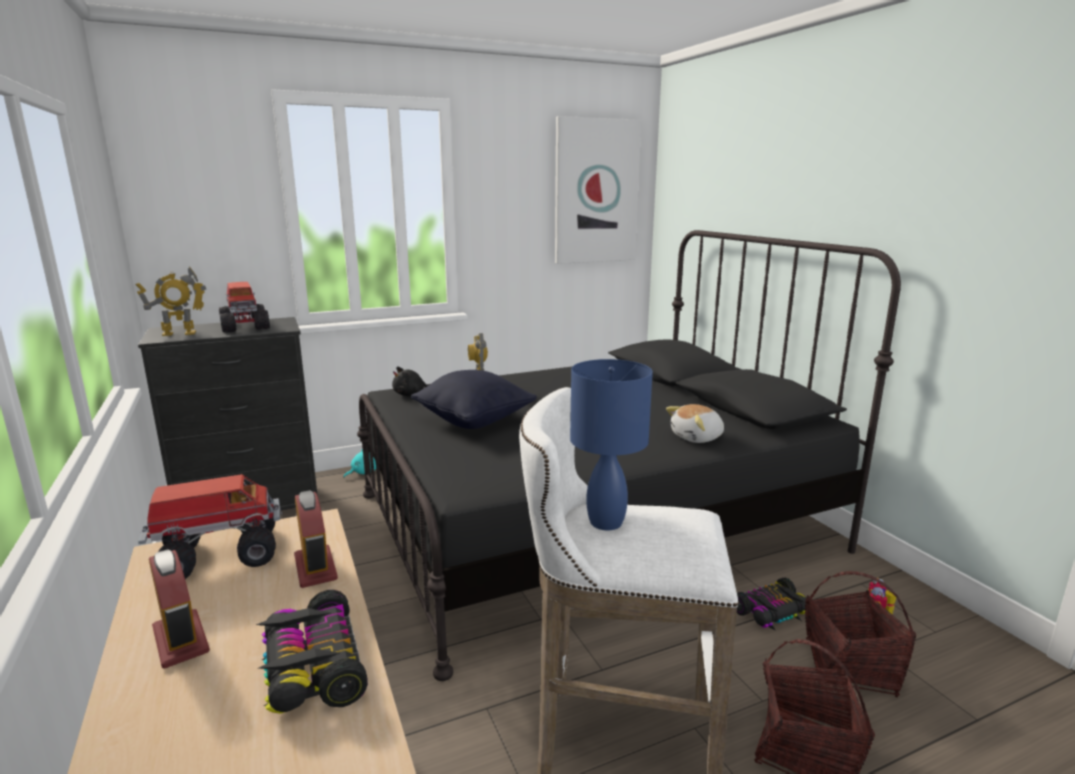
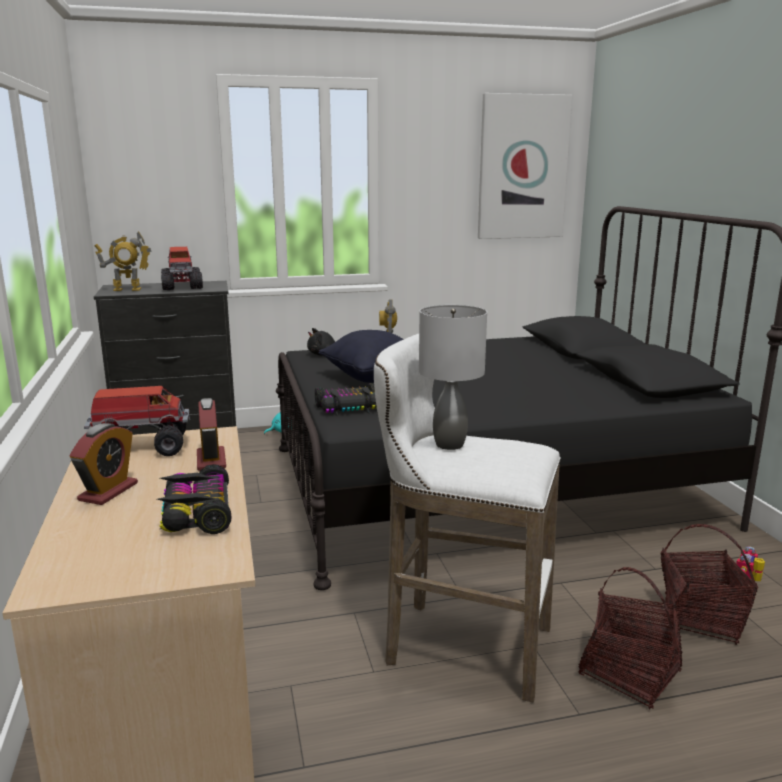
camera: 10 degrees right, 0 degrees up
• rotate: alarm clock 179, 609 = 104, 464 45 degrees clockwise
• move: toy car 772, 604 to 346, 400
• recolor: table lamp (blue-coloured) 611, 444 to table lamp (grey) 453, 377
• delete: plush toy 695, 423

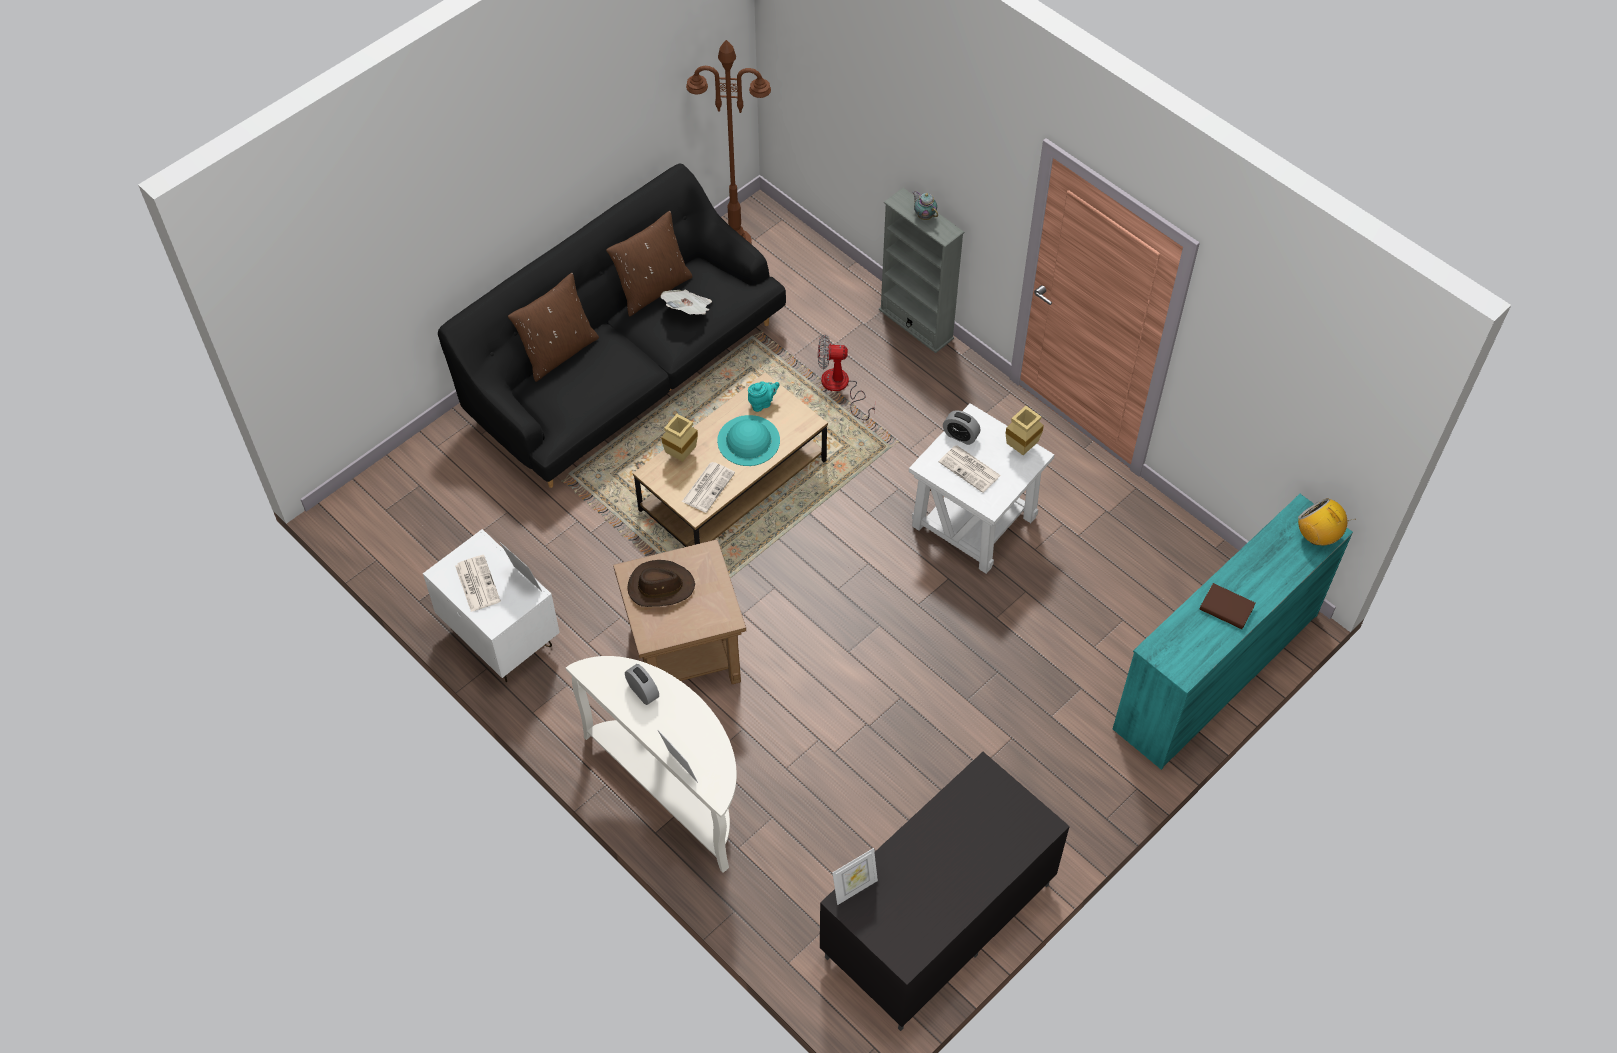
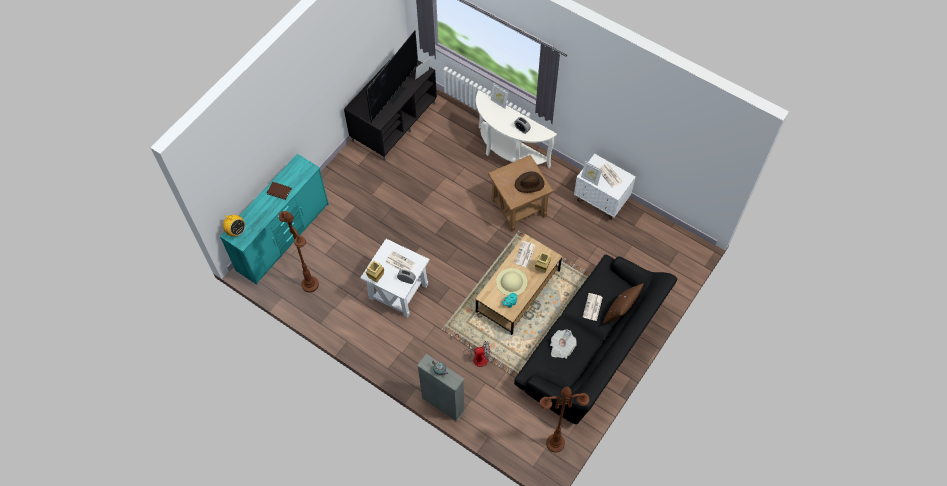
camera: 170 degrees right, 5 degrees up
• insert: standing lamp (brown) 299, 251
• insert: television 392, 76
• recolor: wearable hat (blue-green) 748, 440 to wearable hat (beige-coloured) 511, 281
• insert: newspaper 593, 307
• delete: cushion (brown) 649, 263

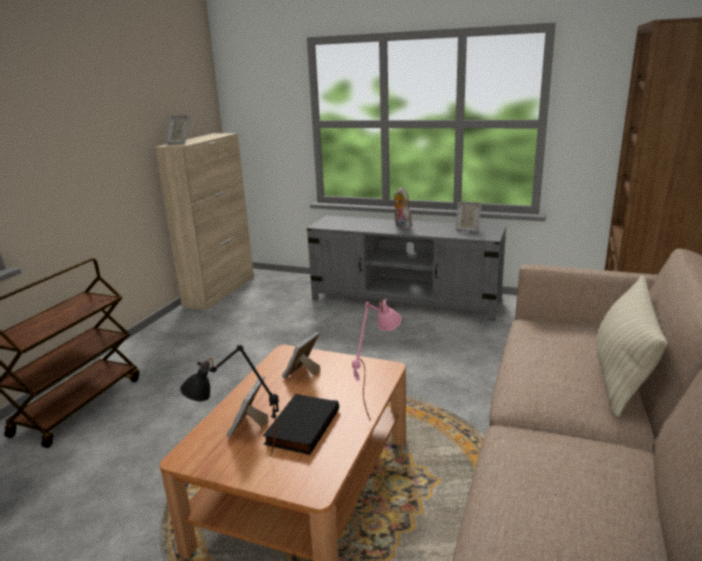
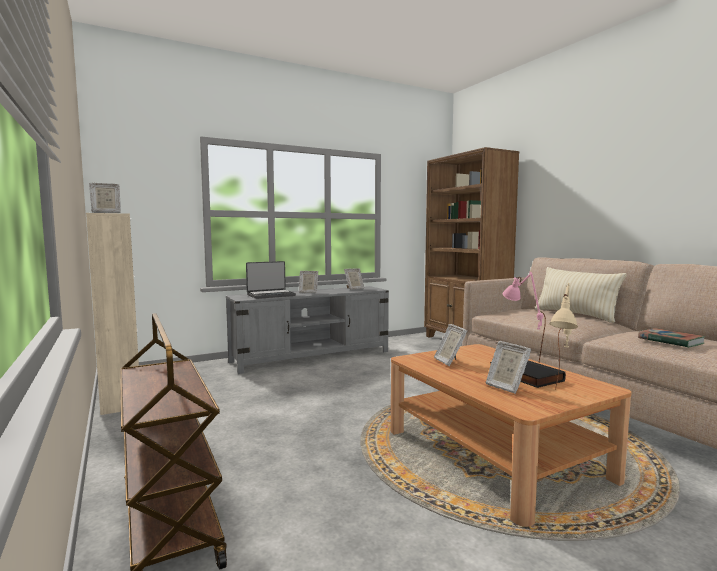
camera: 50 degrees left, 15 degrees down
• insert: portable computer 271, 280
• replace: plush toy 402, 208 to picture frame 308, 282
• recolor: table lamp (black) 229, 401 to table lamp (beige-coloured) 563, 336
• insert: bound book 672, 338

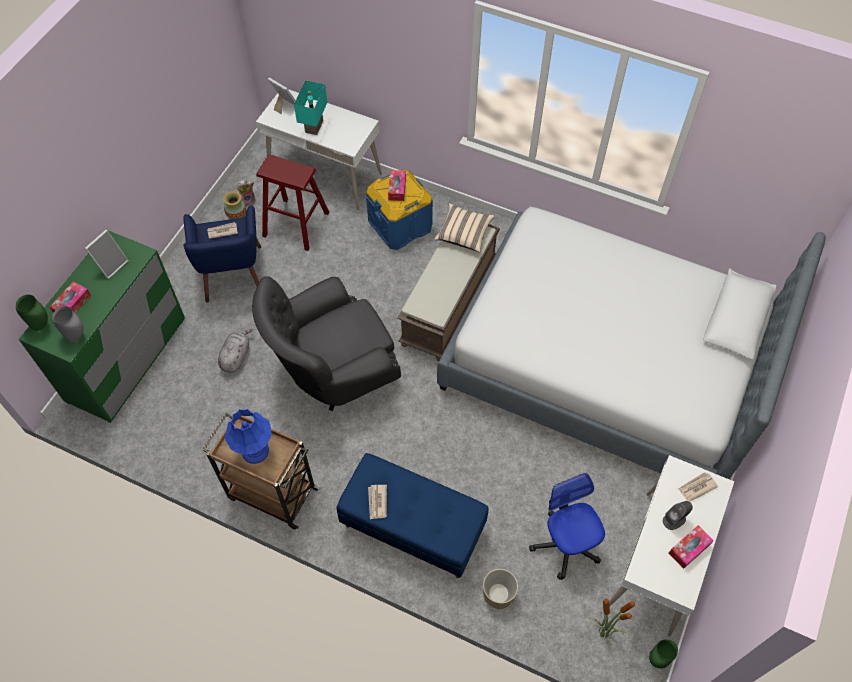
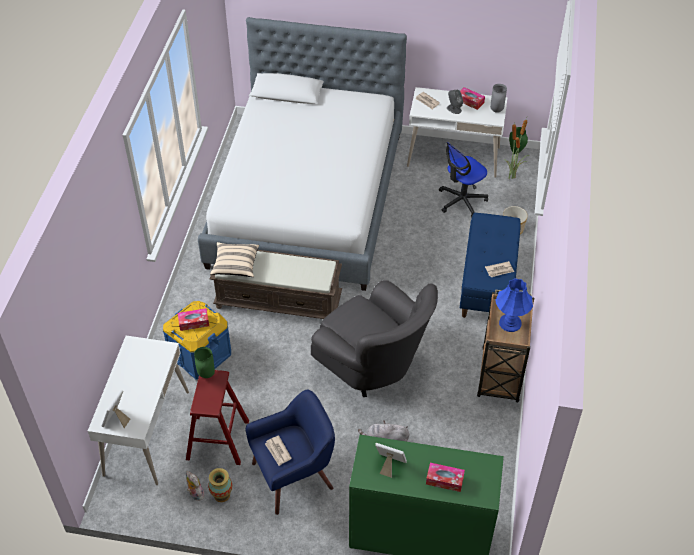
camera: 105 degrees left, 10 degrees down
• move: decorative vase (green-coloured) 32, 313 to 204, 362
• move: decorative vase (grey) 68, 324 to 498, 98
• delete: table lamp (blue-green) 310, 108

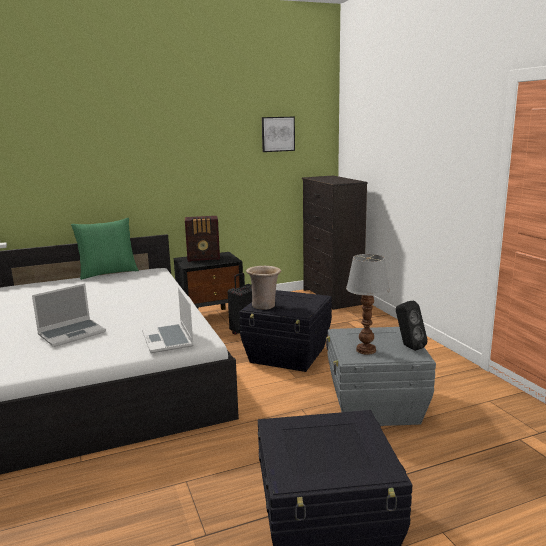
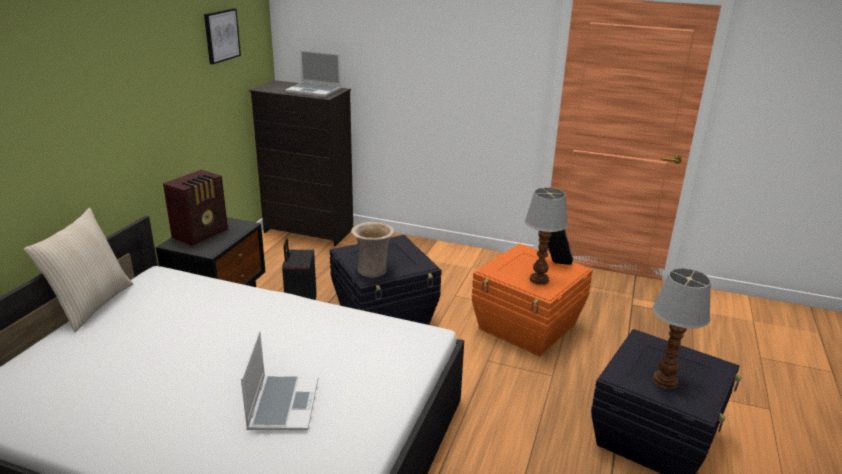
camera: 50 degrees left, 10 degrees up
• recolor: cushion (green-coloured) 105, 249 to cushion (beige-coloured) 78, 270
• move: portable computer 168, 320 to 313, 73
• recolor: storage box (grey) 381, 376 to storage box (orange) 532, 300
• insert: table lamp 682, 328

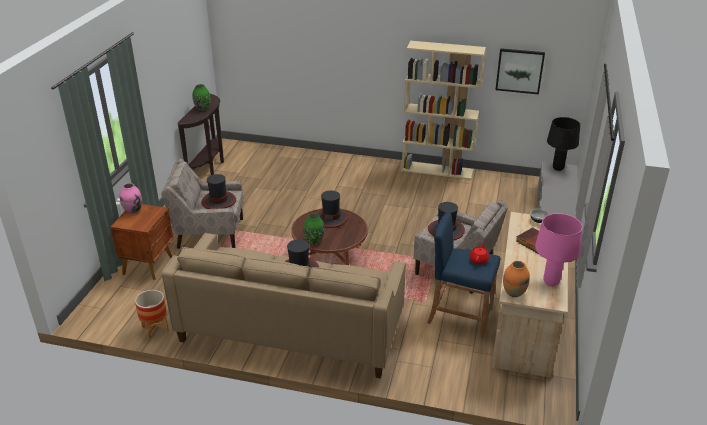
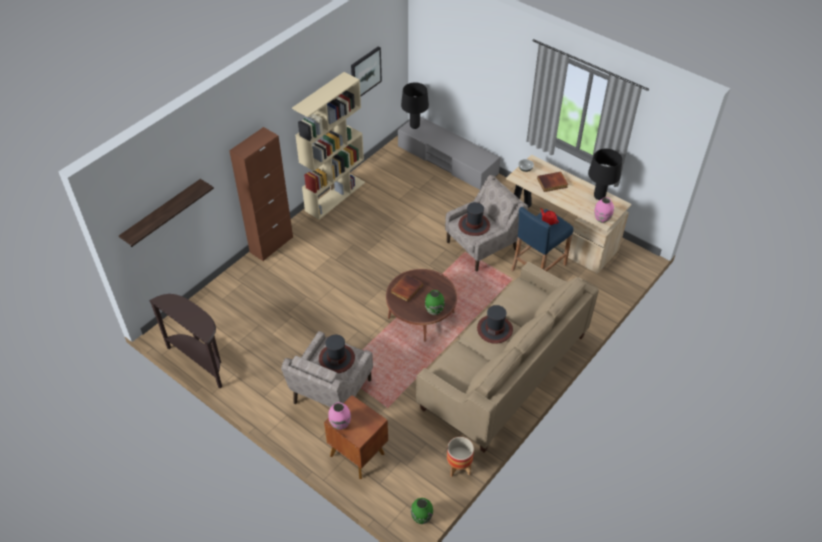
camera: 65 degrees left, 15 degrees up
• insert: shelf 166, 213
• insert: storage cabinet (brown) 261, 194
• replace: wearable hat 332, 209 to bound book 407, 288
• move: decorative vase (green-coloured) 201, 97 to 422, 511
• recolor: table lamp (pink) 559, 249 to table lamp (black) 605, 174
• recolor: decorative vase (orange) 516, 279 to decorative vase (pink) 604, 210

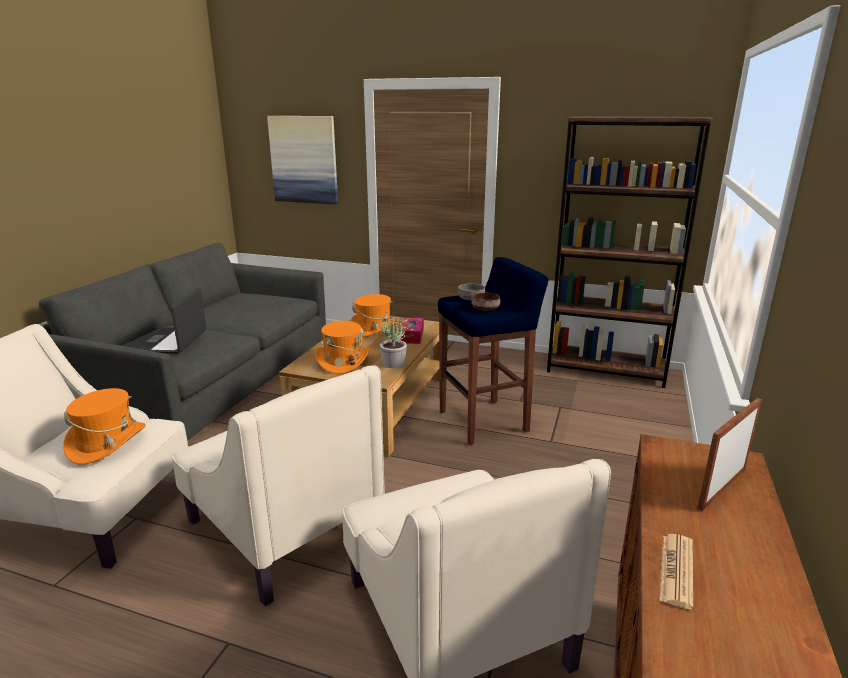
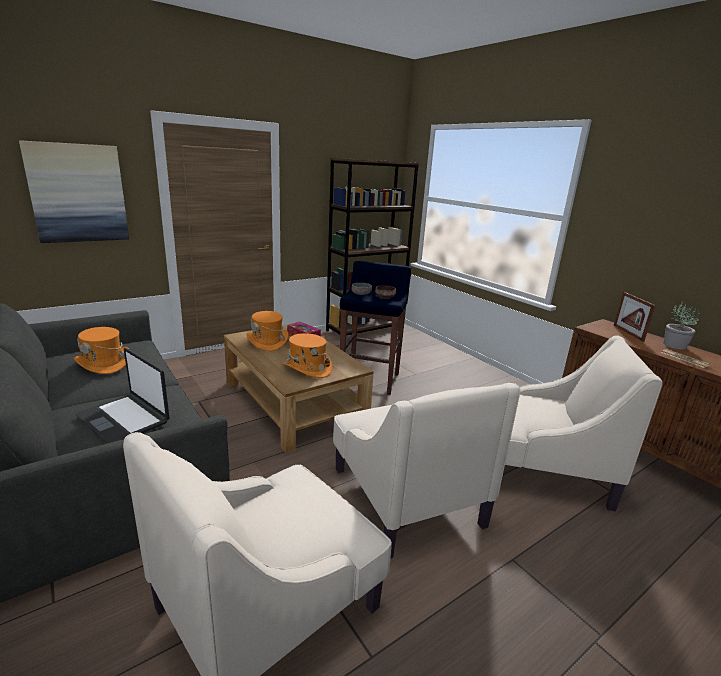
camera: 55 degrees left, 0 degrees up
• move: wearable hat (orange) 104, 426 to 101, 350
• rotate: armchair (beige-coloured) 278, 486 = 426, 470 75 degrees clockwise
• move: potted plant 393, 342 to 681, 325

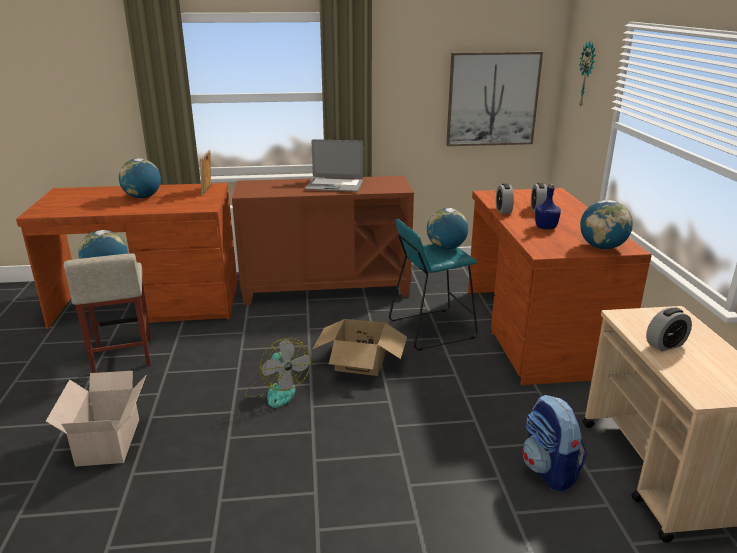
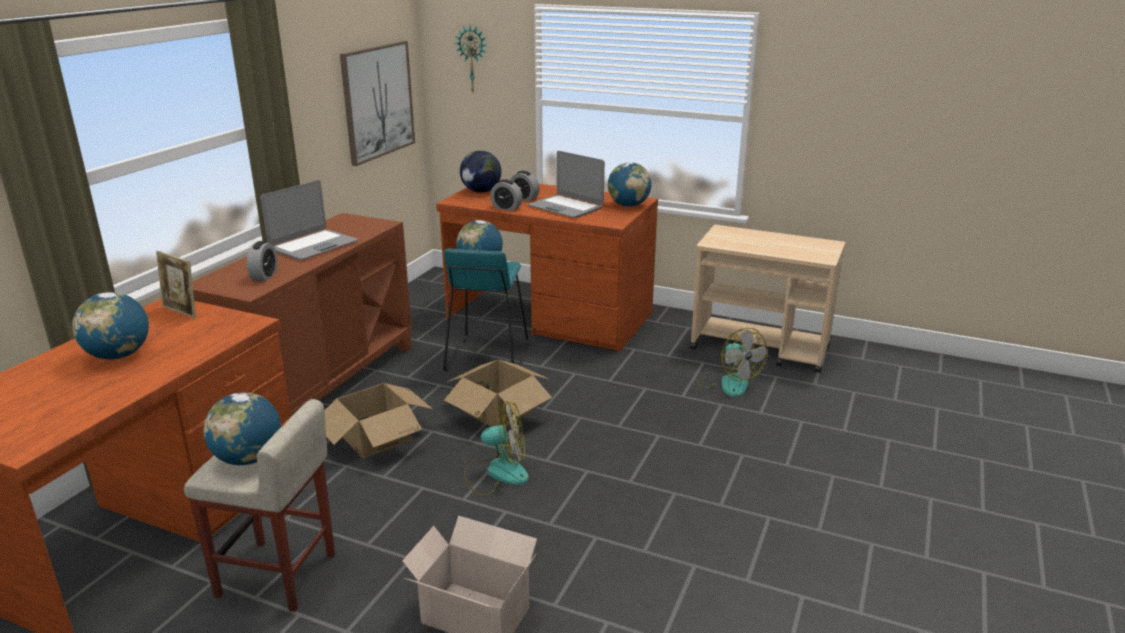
camera: 60 degrees left, 0 degrees up
• move: alarm clock 669, 329 to 262, 261
• insert: carton 378, 420
• insert: desk globe 480, 171
• replace: bottle (blue-coloured) 548, 206 to portable computer 566, 184
• replace: backpack 554, 443 to electric fan 732, 362

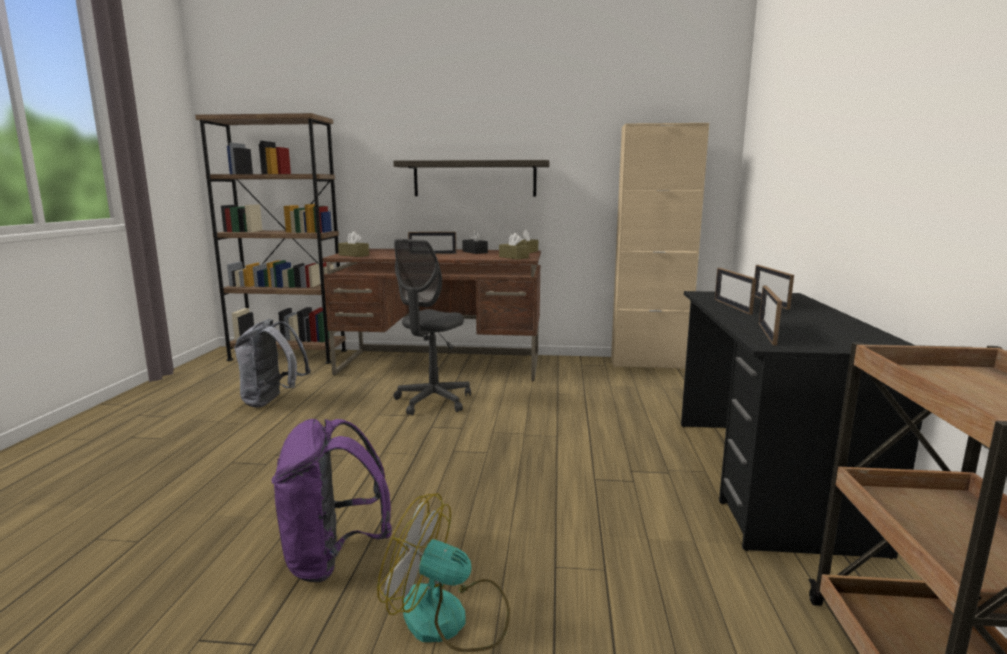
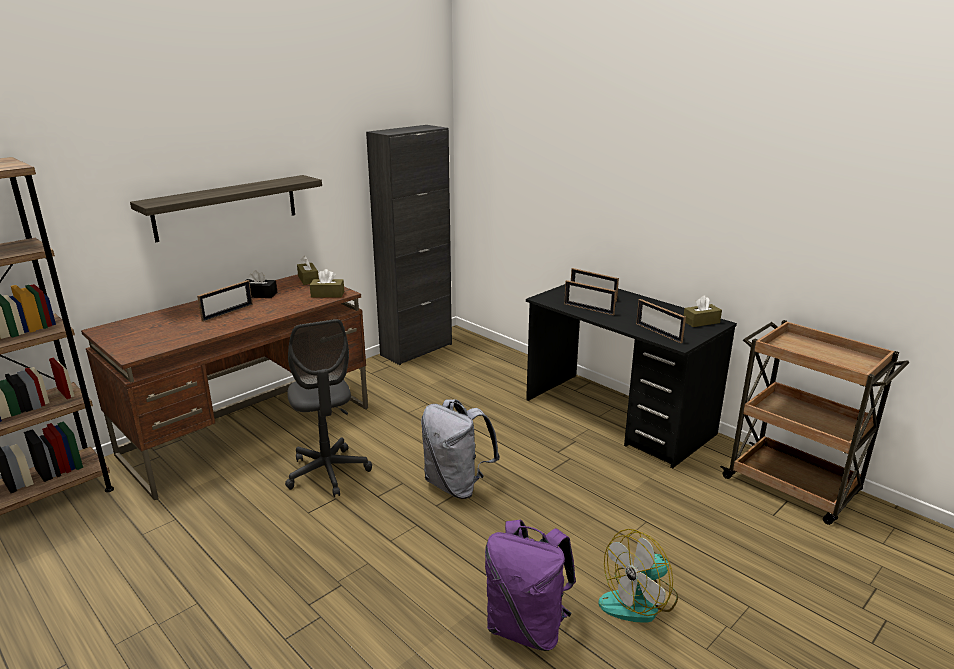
camera: 50 degrees left, 10 degrees up
• recolor: storage cabinet (beige-coloured) 660, 245 to storage cabinet (black) 409, 245
• move: backpack (grey) 272, 363 to 460, 449
• move: box of tissues (brown) 353, 244 to 702, 311

